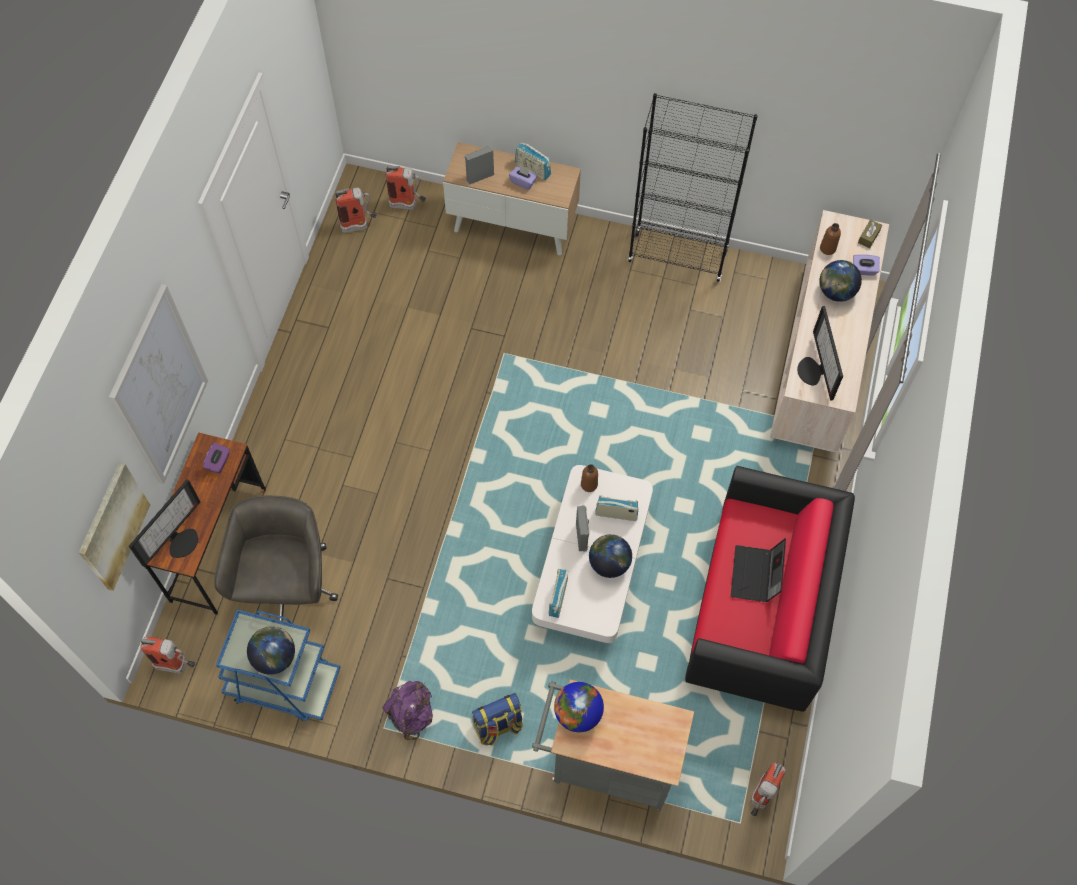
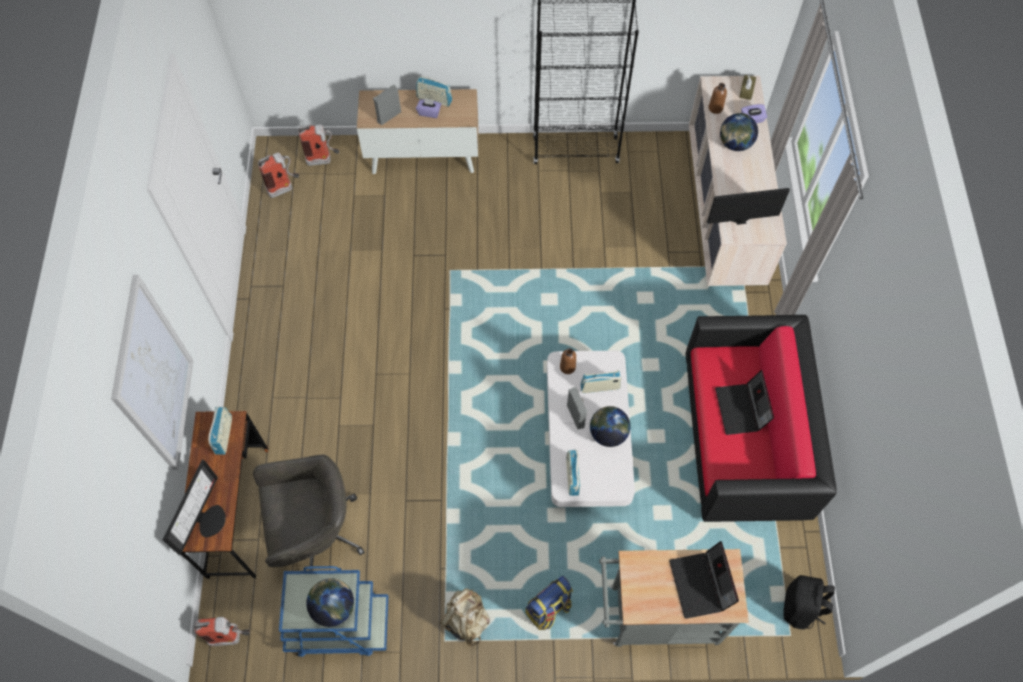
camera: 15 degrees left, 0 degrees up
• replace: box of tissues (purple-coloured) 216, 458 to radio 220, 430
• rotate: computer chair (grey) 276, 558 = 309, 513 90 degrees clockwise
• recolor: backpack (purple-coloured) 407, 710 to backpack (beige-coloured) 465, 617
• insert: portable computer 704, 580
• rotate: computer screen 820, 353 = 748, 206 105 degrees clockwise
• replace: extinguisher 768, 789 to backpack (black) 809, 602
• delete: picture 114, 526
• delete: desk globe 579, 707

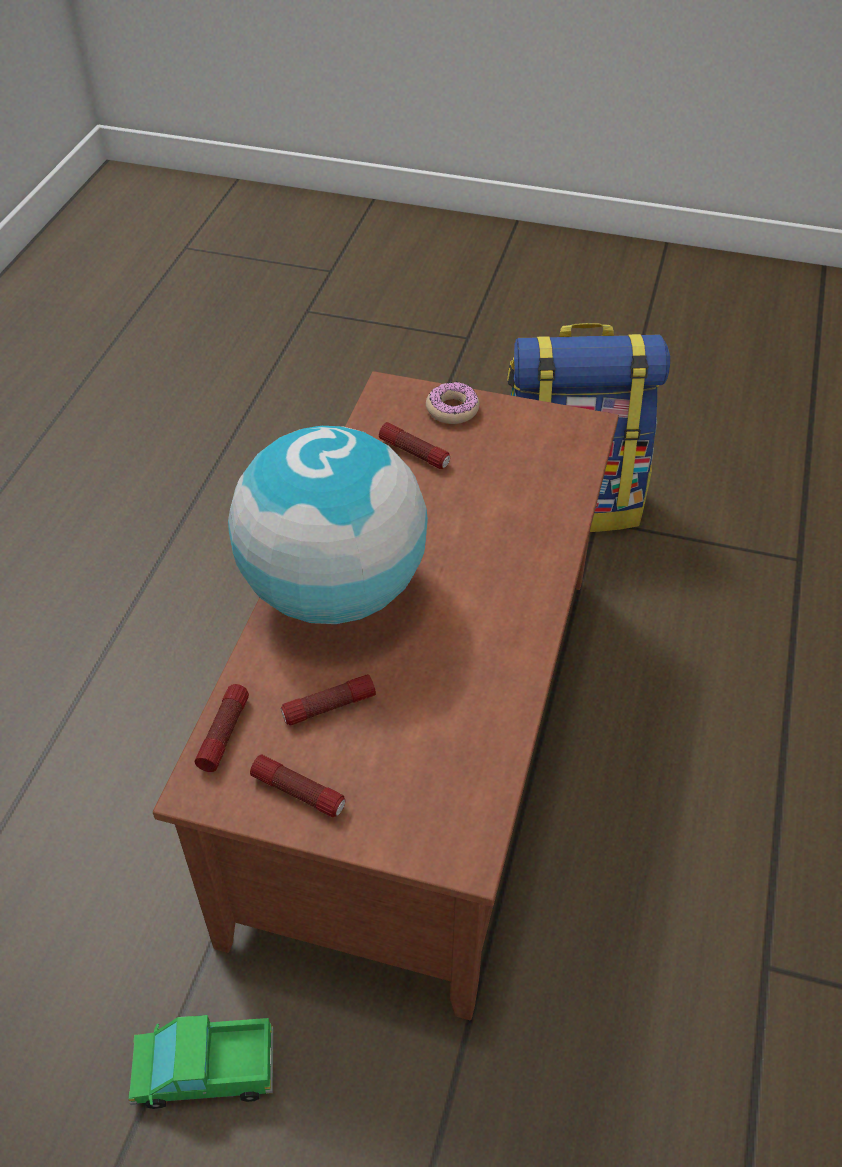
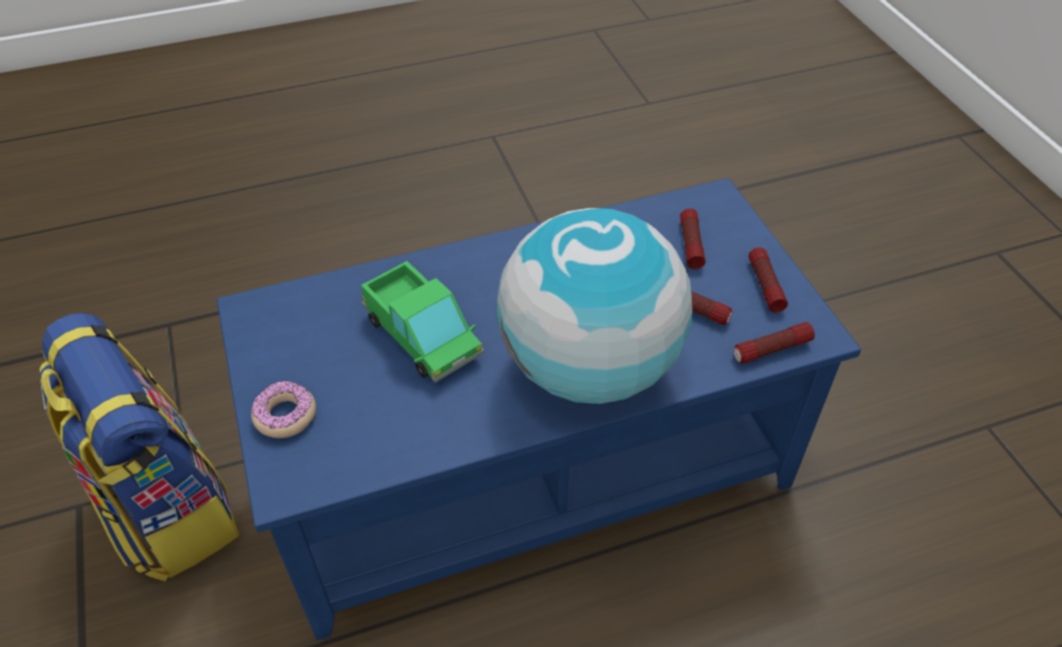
camera: 125 degrees left, 0 degrees up
• recolor: lounge table (brown) 386, 695 to lounge table (blue-coloured) 539, 409
• move: model truck 200, 1062 to 422, 322
• move: hand torch 414, 445 to 693, 238

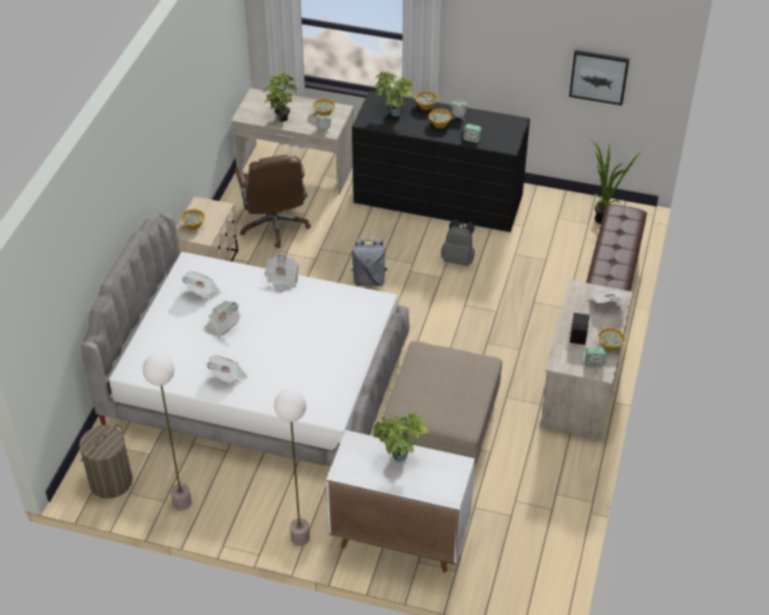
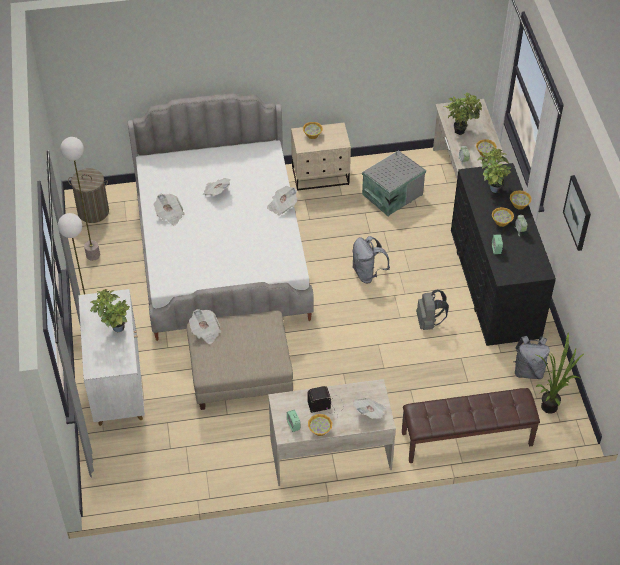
camera: 65 degrees right, 5 degrees up
• move: newspaper 201, 284 to 205, 326
• replace: computer chair (brown) 273, 201 to storage box (grey) 394, 183
• insert: backpack (grey) 531, 357
• move: picture 599, 78 to 577, 213

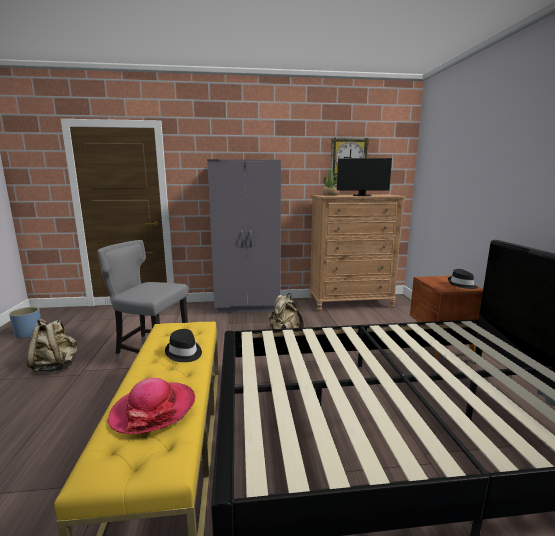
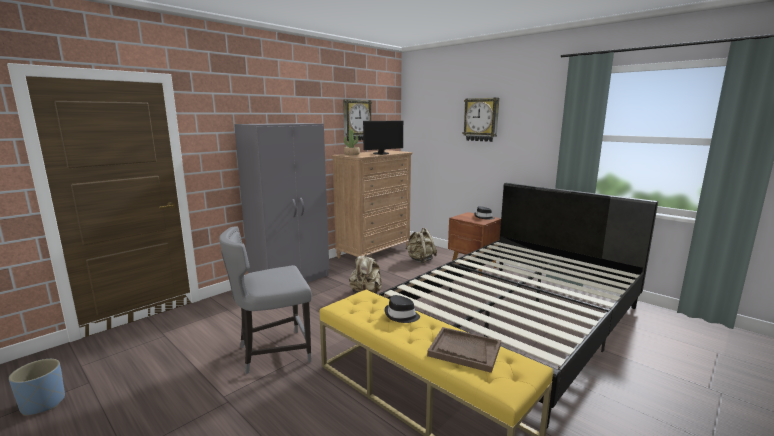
camera: 40 degrees left, 0 degrees up
• move: backpack (beige-coloured) 52, 345 to 421, 245
• replace: wearable hat 151, 406 to tray (brown) 464, 350
• insert: wall clock 481, 119

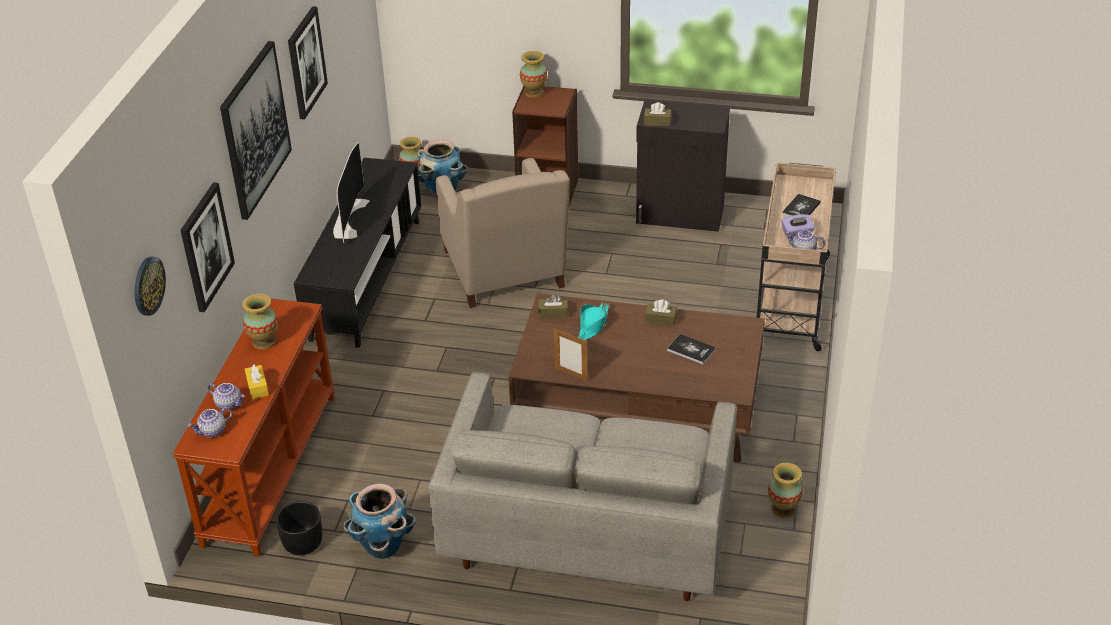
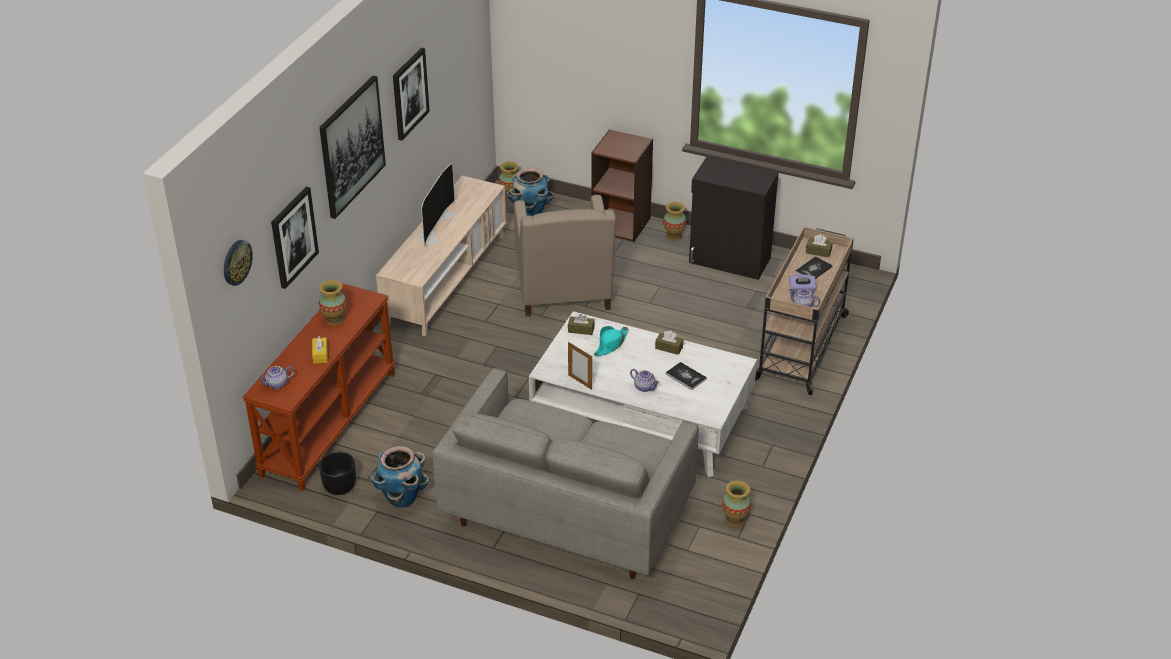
camera: 10 degrees right, 0 degrees up
• recolor: media console (black) 357, 253 to media console (beige-coloured) 441, 256
• recolor: lounge table (brown) 636, 378 to lounge table (white-coloured) 643, 394
• move: pot for tea 226, 397 to 645, 380
• move: decorative vase 533, 74 to 675, 221
• move: box of tissues (brown) 657, 114 to 819, 246

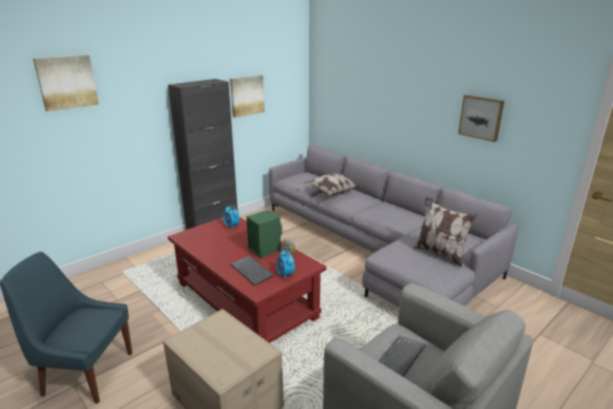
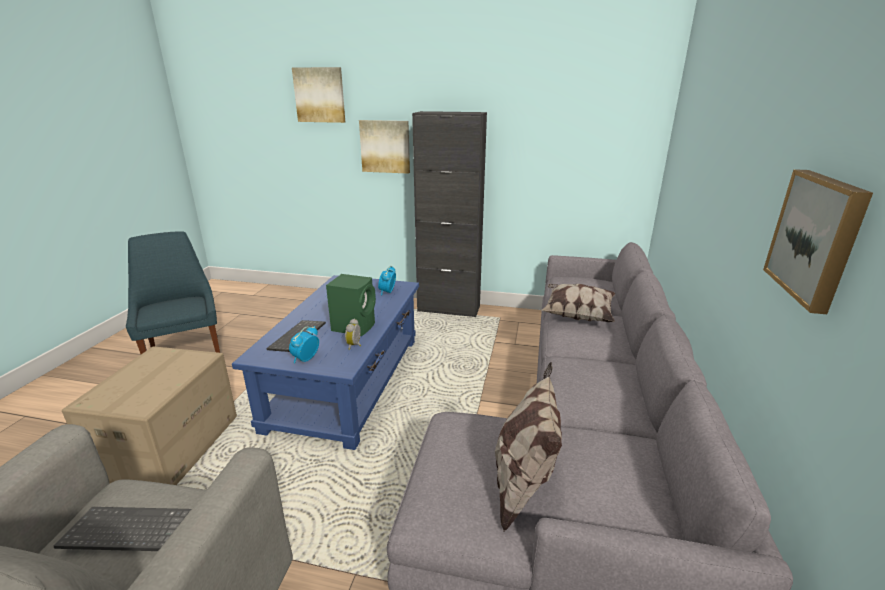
camera: 55 degrees right, 0 degrees up
• recolor: lounge table (reddish) 247, 280 to lounge table (blue-coloured) 325, 362
• move: picture 247, 96 to 384, 147

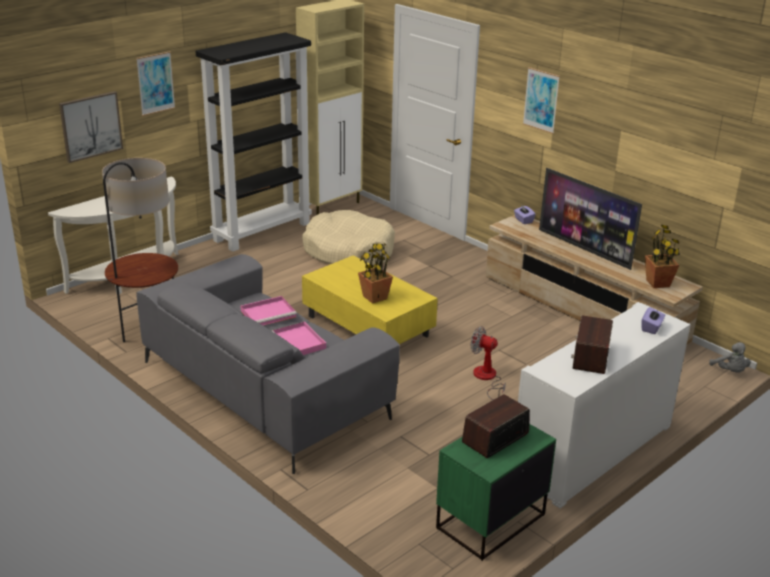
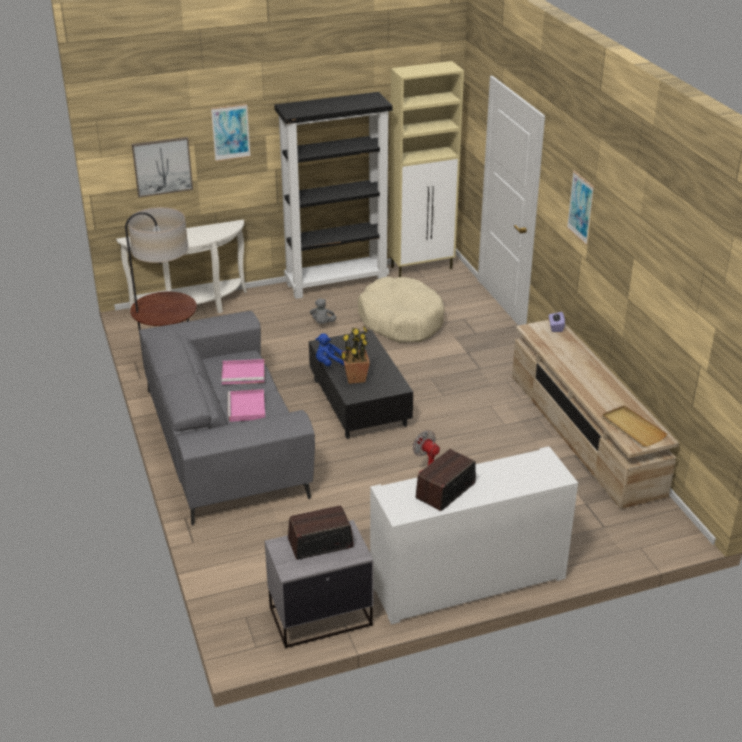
camera: 25 degrees right, 5 degrees up
• recolor: bedside table (green-coloured) 496, 492 to bedside table (grey) 319, 584
• recolor: lounge table (yellow-coloured) 370, 300 to lounge table (black) 361, 384
• move: plush toy (grey) 730, 357 to 323, 311
• insert: plush toy (blue-coloured) 330, 349
• replace: potted plant 662, 256 to tray (beige-coloured) 634, 426
• delete: television 590, 219
• delete: box of tissues (purple-coloured) 653, 320

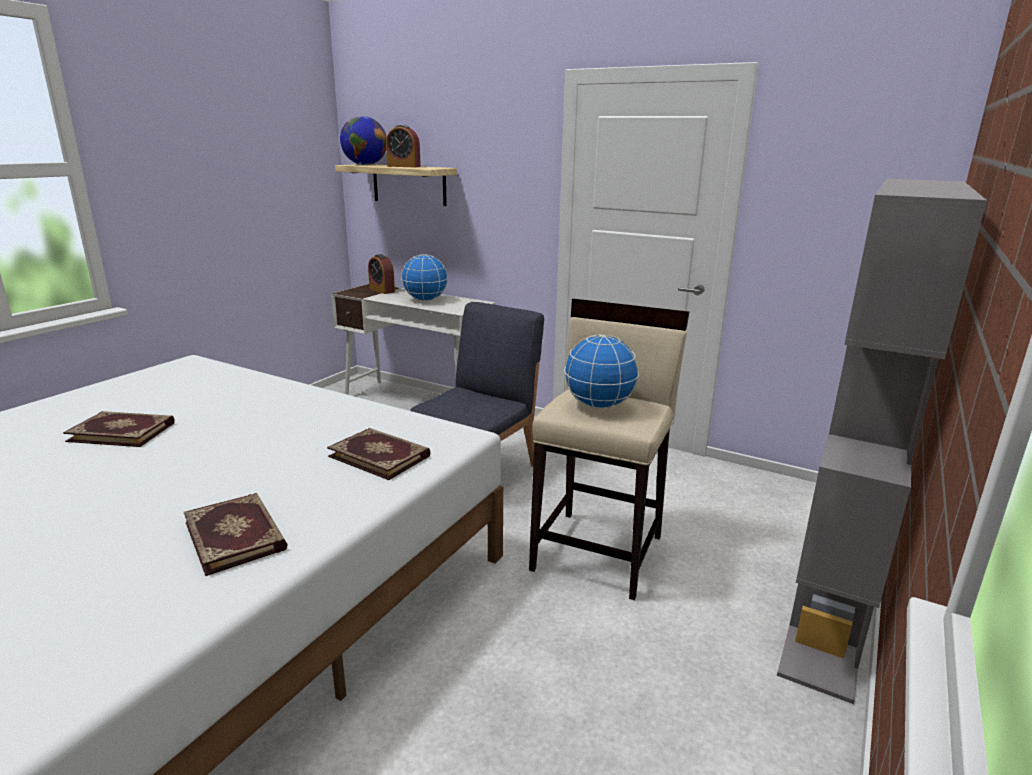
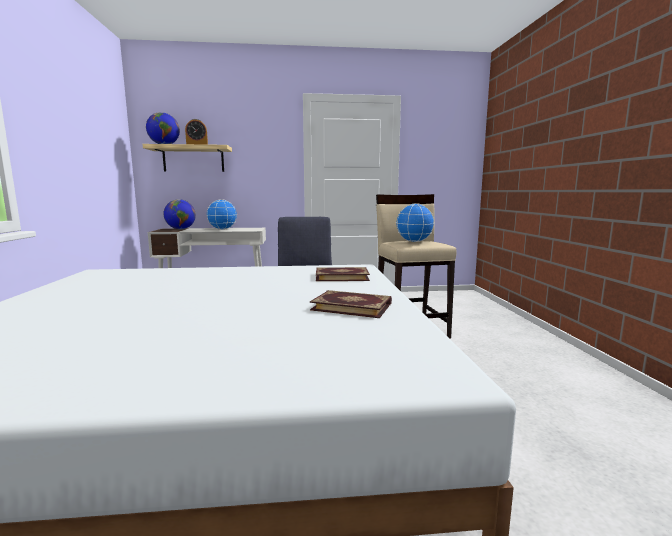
camera: 35 degrees left, 10 degrees down
• replace: alarm clock 381, 274 to desk globe 179, 214
• delete: bound book 119, 429
• delete: bookshelf (grey) 882, 441

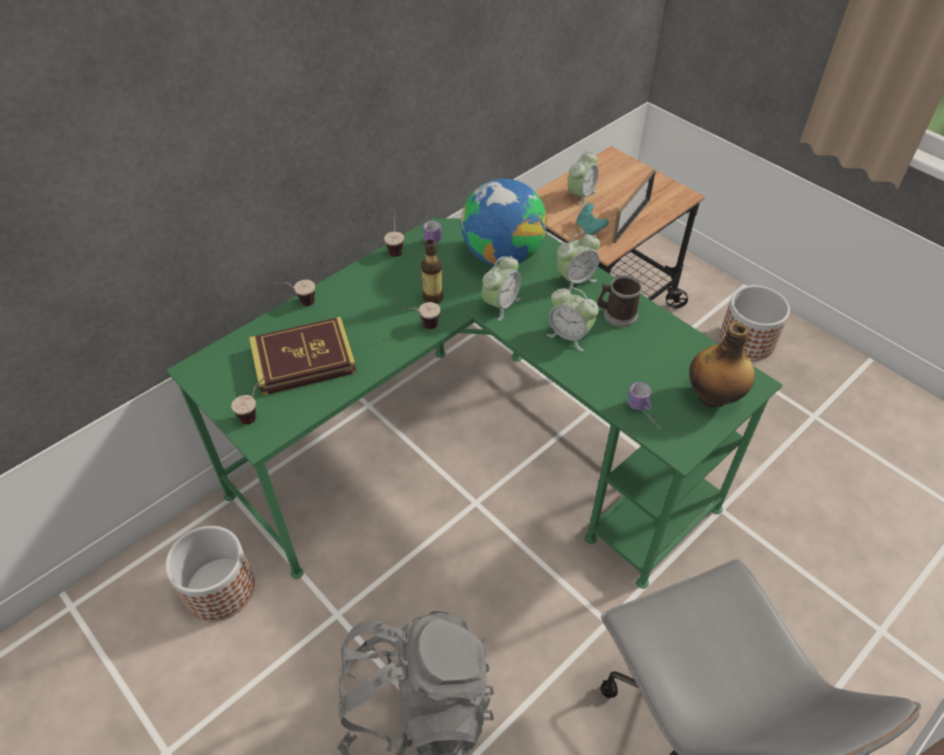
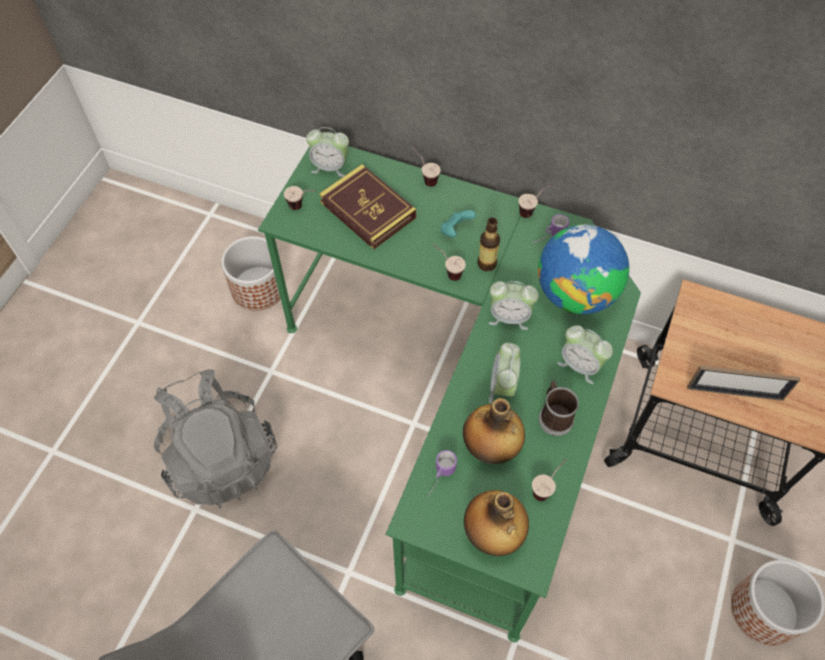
camera: 65 degrees right, 10 degrees up
• move: alarm clock 582, 179 to 327, 152
• move: gamepad (blue-green) 592, 219 to 458, 224
• insert: bottle 494, 431
• insert: cup 549, 480

